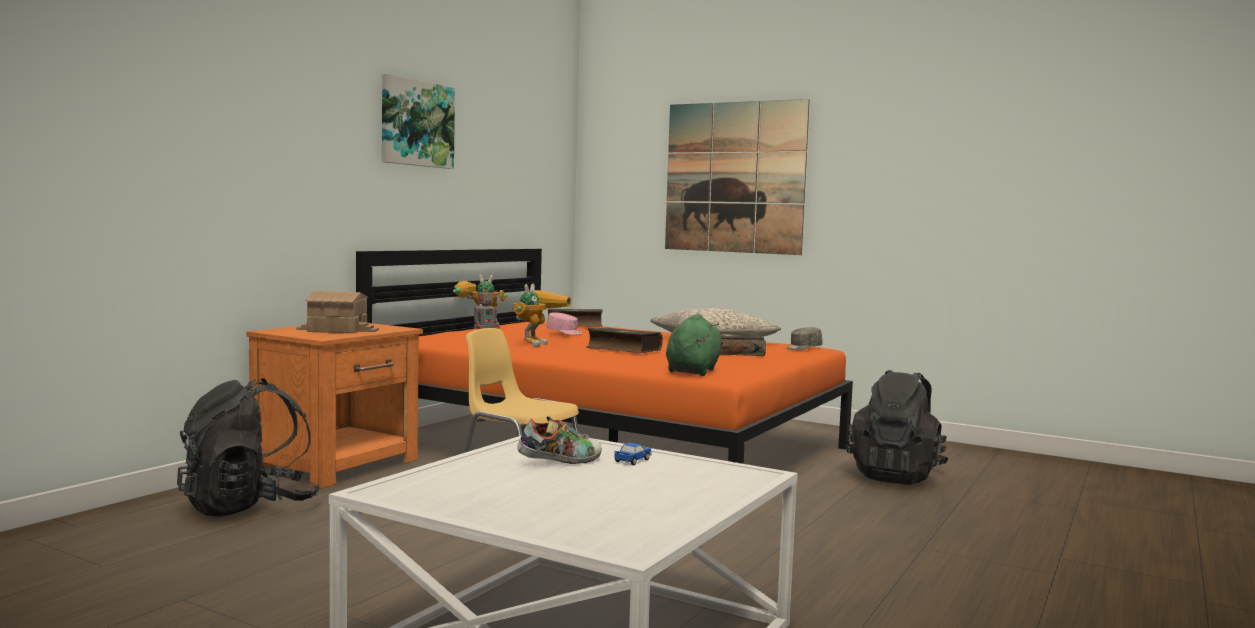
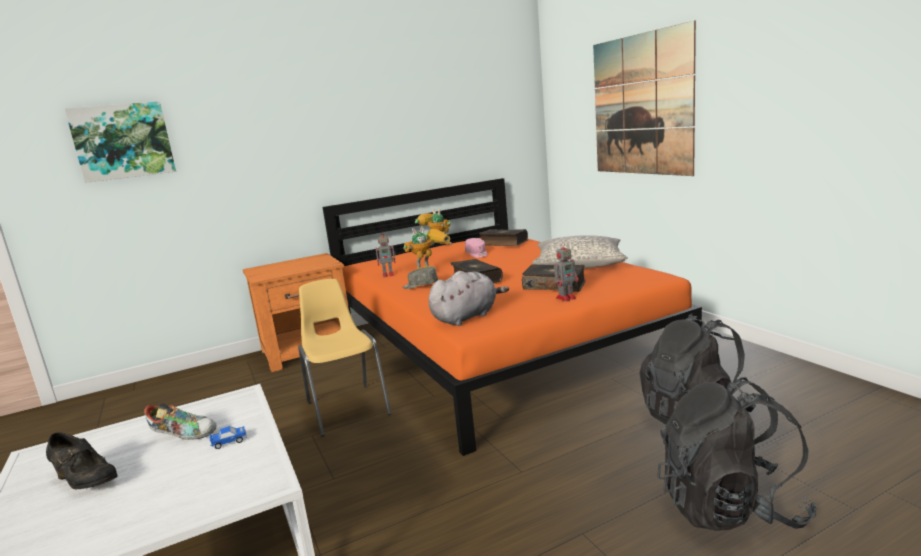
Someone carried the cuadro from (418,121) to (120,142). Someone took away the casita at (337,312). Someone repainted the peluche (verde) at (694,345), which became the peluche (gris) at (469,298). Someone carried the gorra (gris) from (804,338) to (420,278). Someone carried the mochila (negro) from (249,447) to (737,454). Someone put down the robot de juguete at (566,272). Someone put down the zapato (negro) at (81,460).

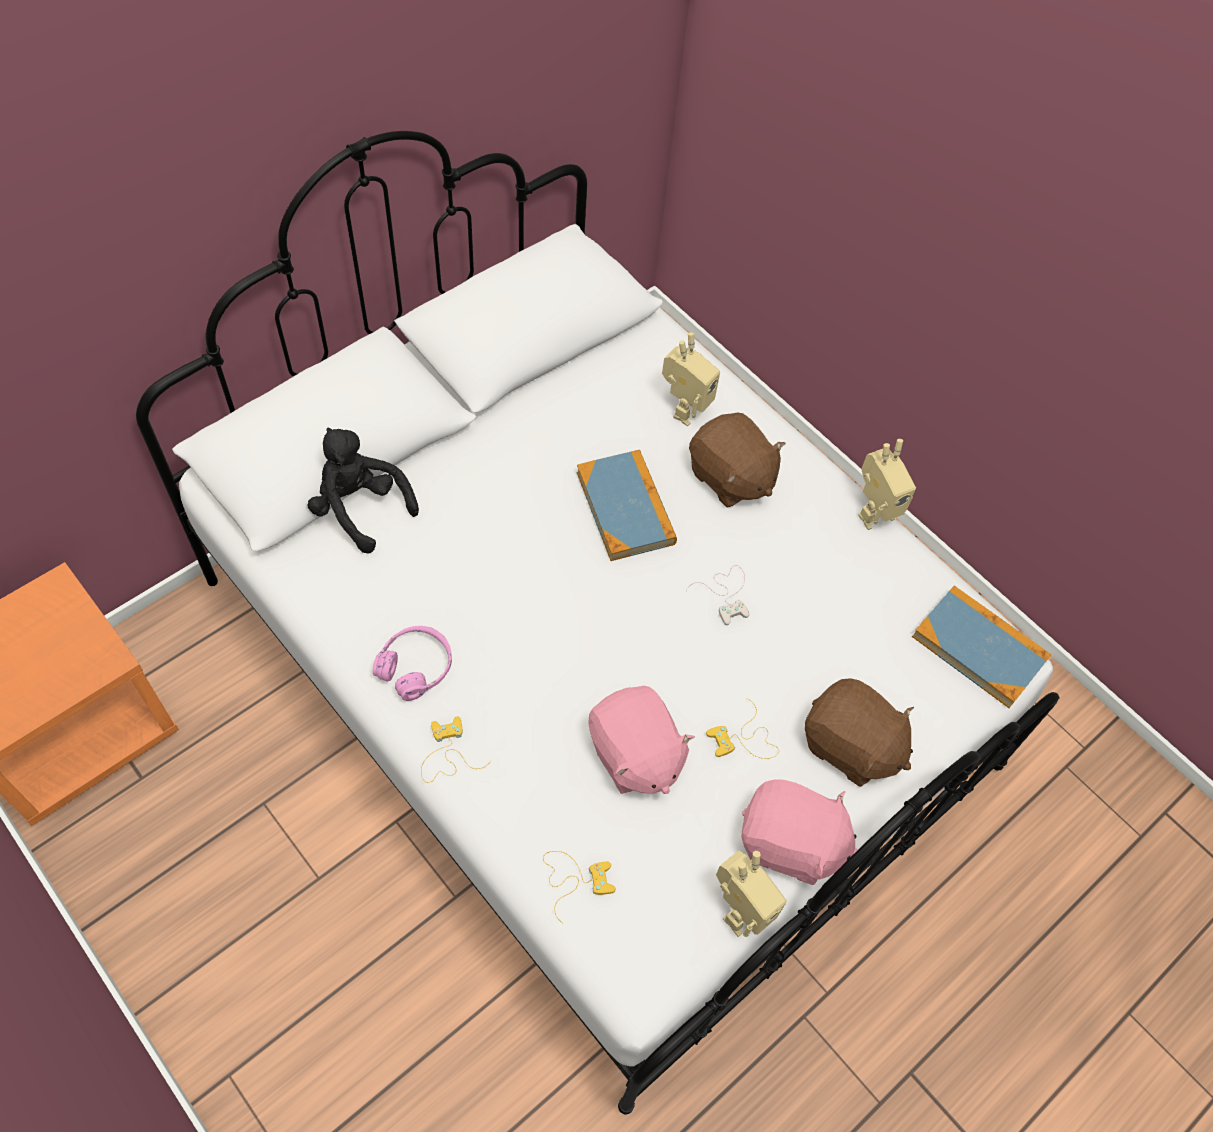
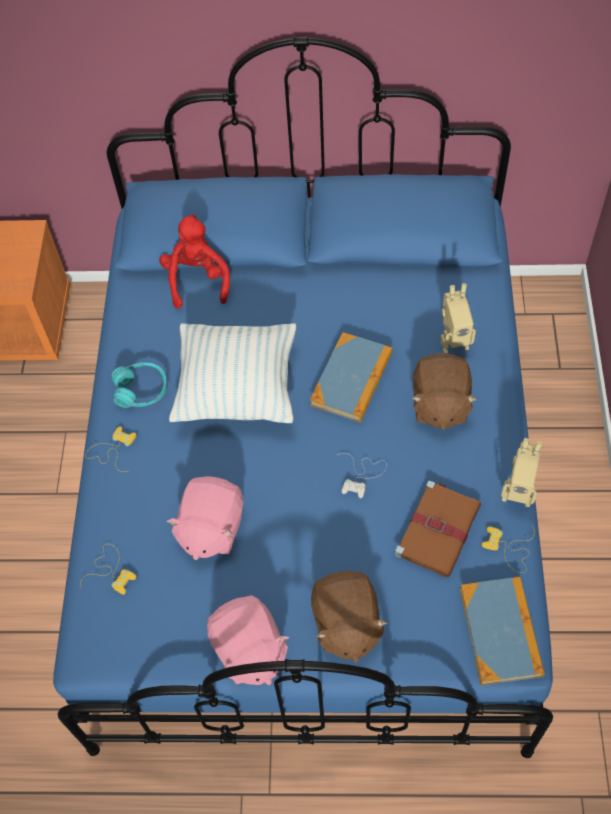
Someone repainted the cama (blanco) at (598,623), which became the cama (azul) at (303,397). Someone repainted the peluche (negro) at (363,490), which became the peluche (rojo) at (194,261). Someone repainted the auriculares (rosa) at (412,663), which became the auriculares (turquesa) at (140,385). Someone carried the mando de consola (amarillo) from (742,728) to (508,550). Someone took away the robot de juguete at (751,894). Someone put down the cojín at (232,373). Someone put down the libro (marrón) at (438,529).

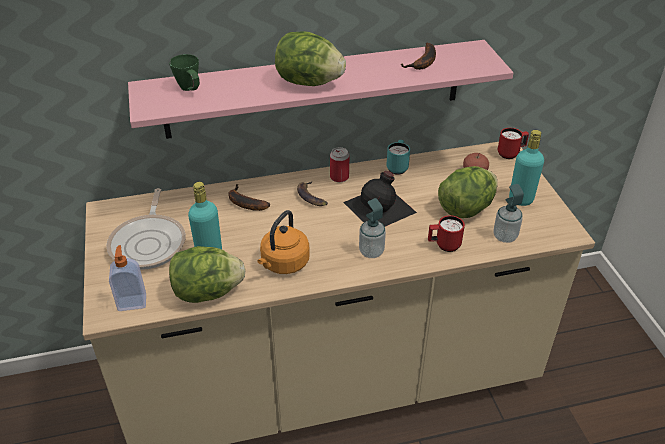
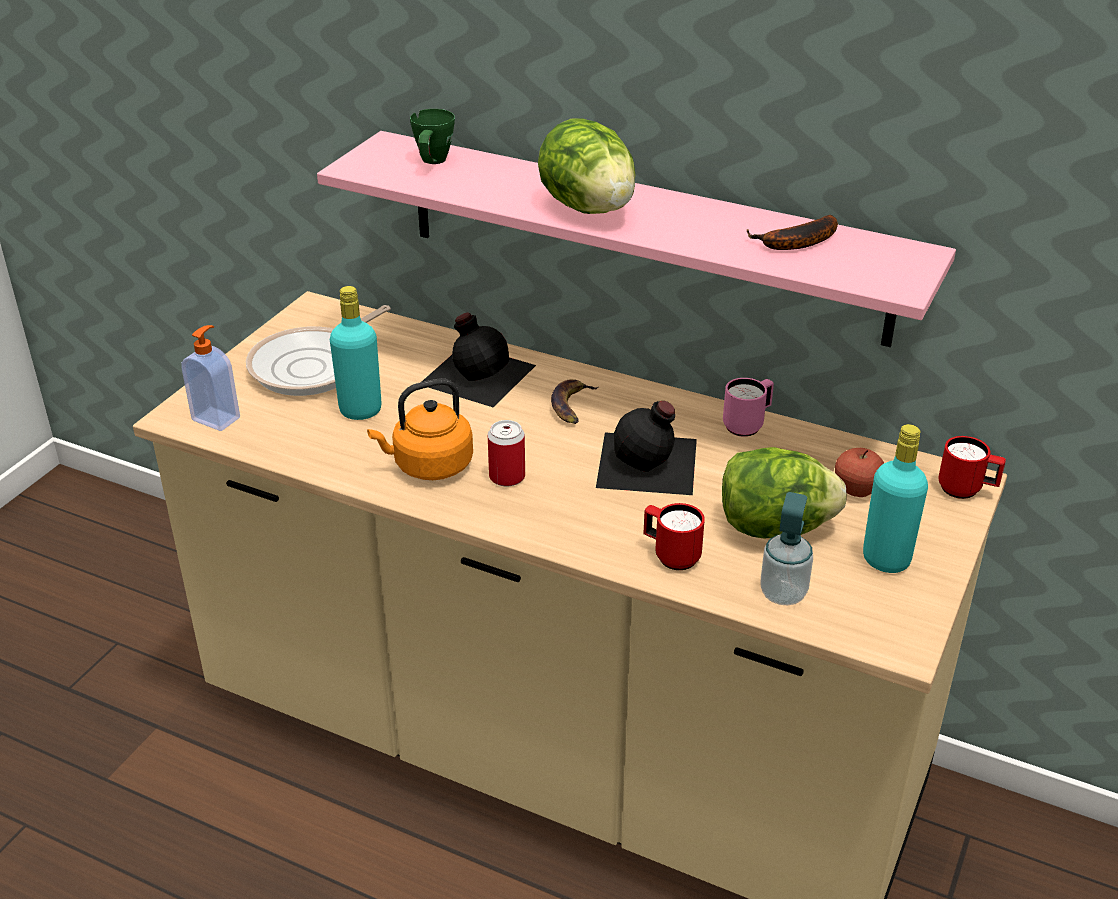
Someone repainted the taza grande (turquesa) at (398,157), which became the taza grande (rosa) at (748,407). Someone carried the lata from (339,164) to (506,453). Someone swapped the plátano at (249,197) for the botella (negro) at (479,360). Someone took away the dispensador de jabón at (372,228). Someone took away the lechuga at (207,274).

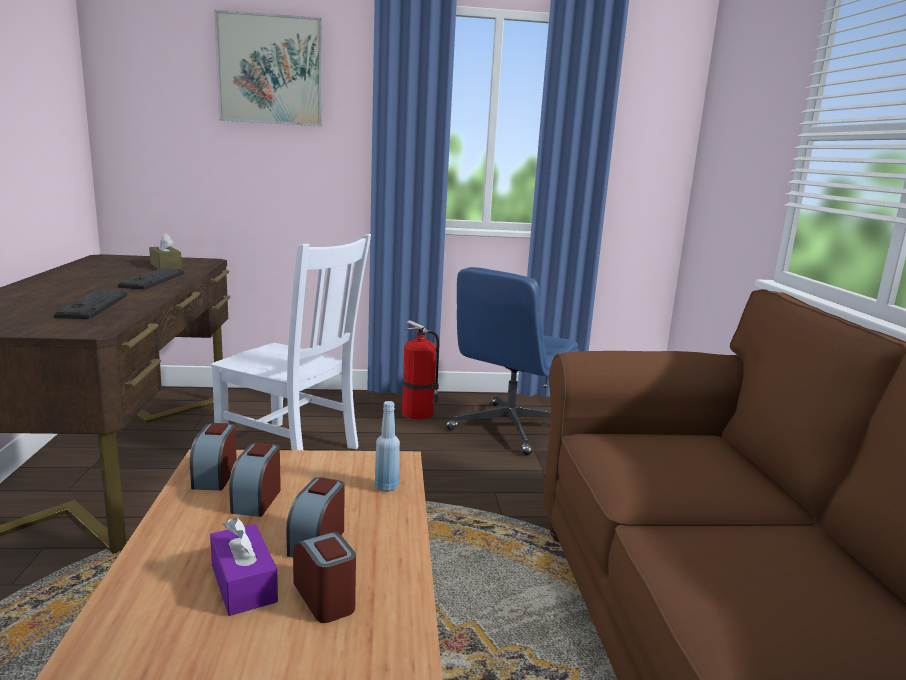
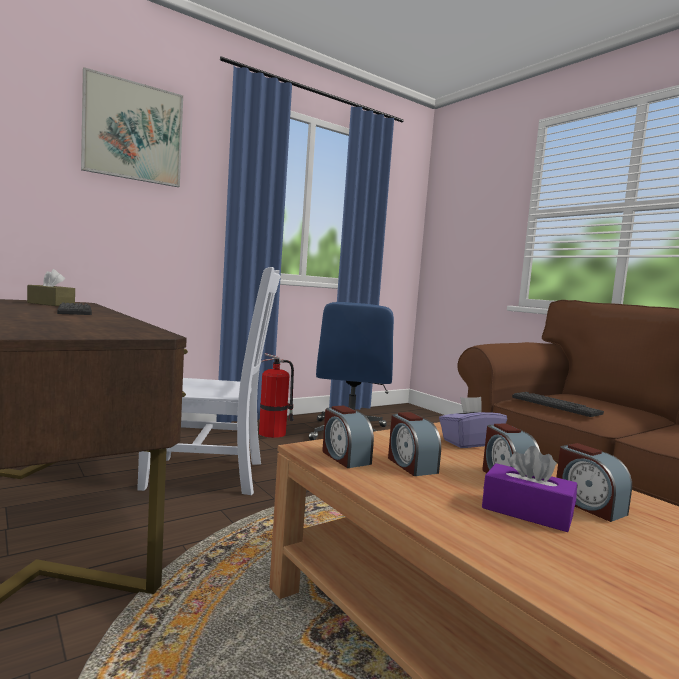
Someone carried the teclado from (90,304) to (558,404). Someone swapped the botella (azul) at (387,446) for the caja de pañuelos (morado) at (473,422). Someone rotated the despertador at (324,577) by 150 degrees counterclockwise.

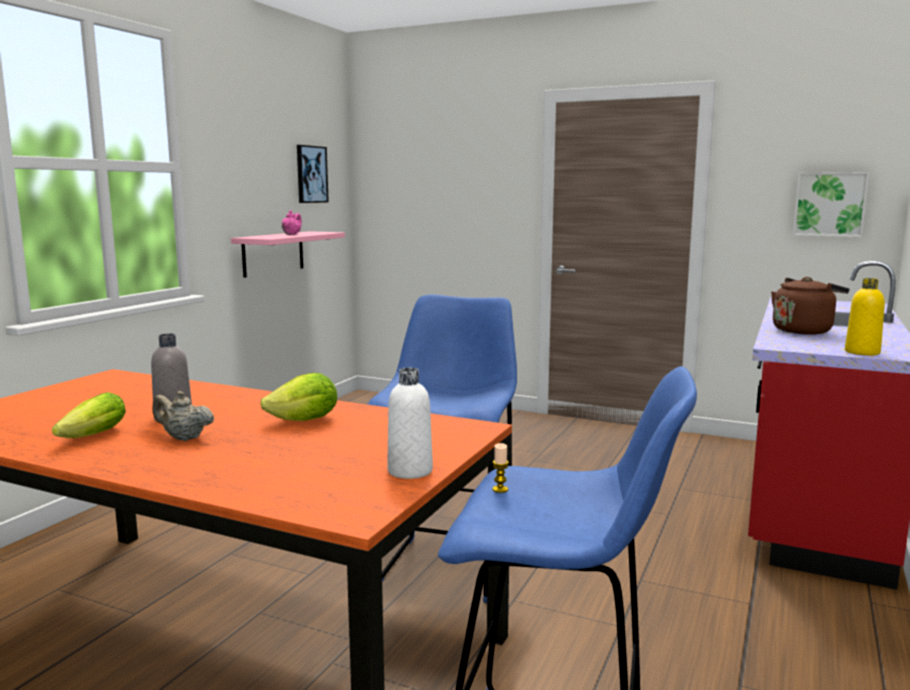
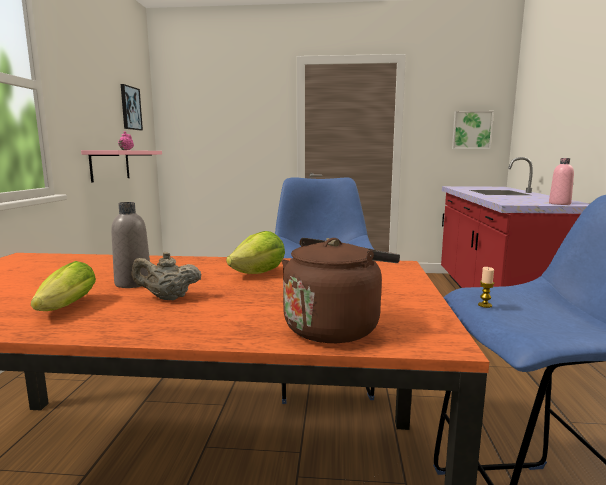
Someone carried the hervidor (marrón) from (810,306) to (341,290). Someone repainted the botella (amarillo) at (865,316), which became the botella (rosa) at (561,181). Someone took away the botella (blanco) at (410,423).

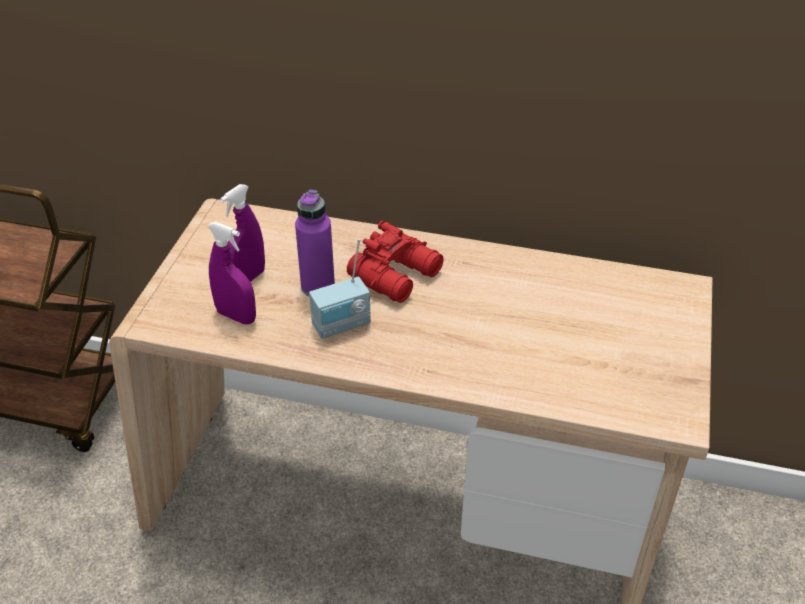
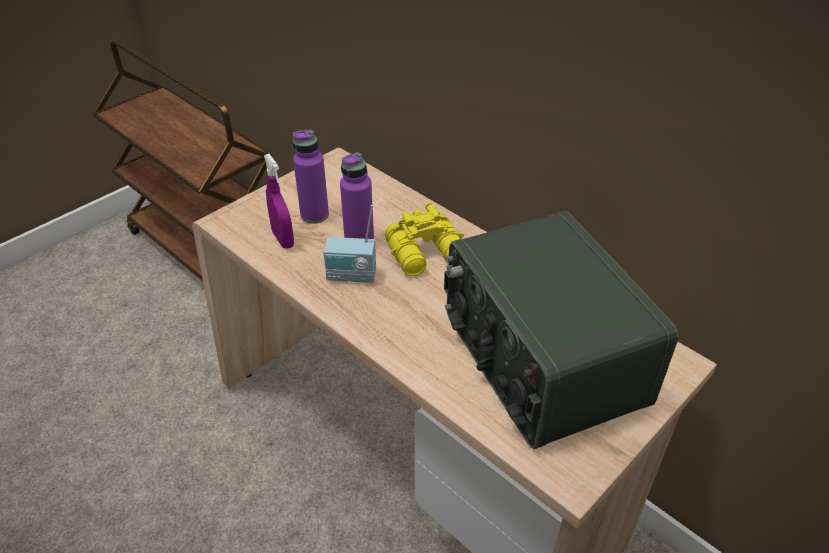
Someone swapped the pulverizador (morado) at (242,233) for the botella (morado) at (310,177). Someone repainted the prismáticos (rojo) at (395,262), which became the prismáticos (amarillo) at (424,239). Someone put down the radio at (561,330).

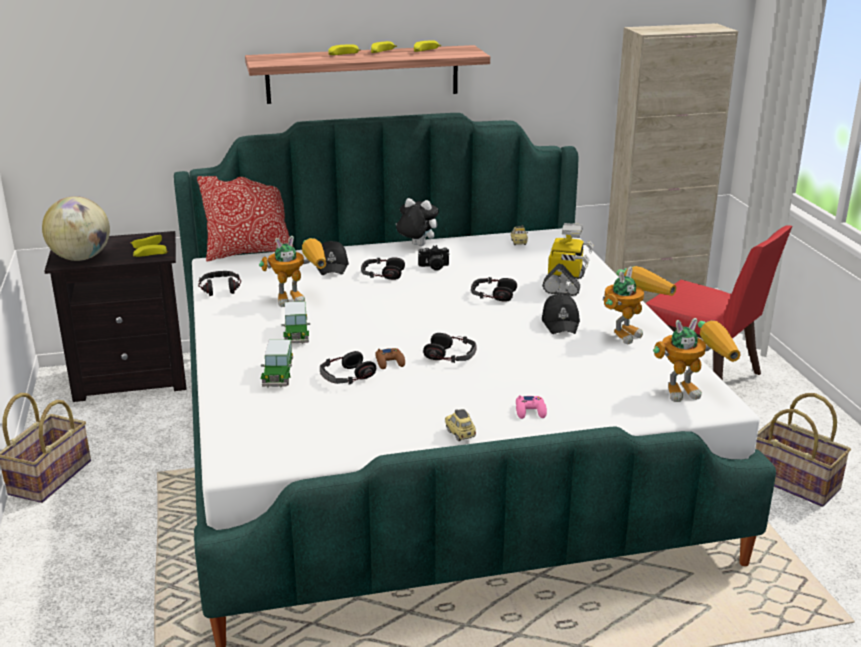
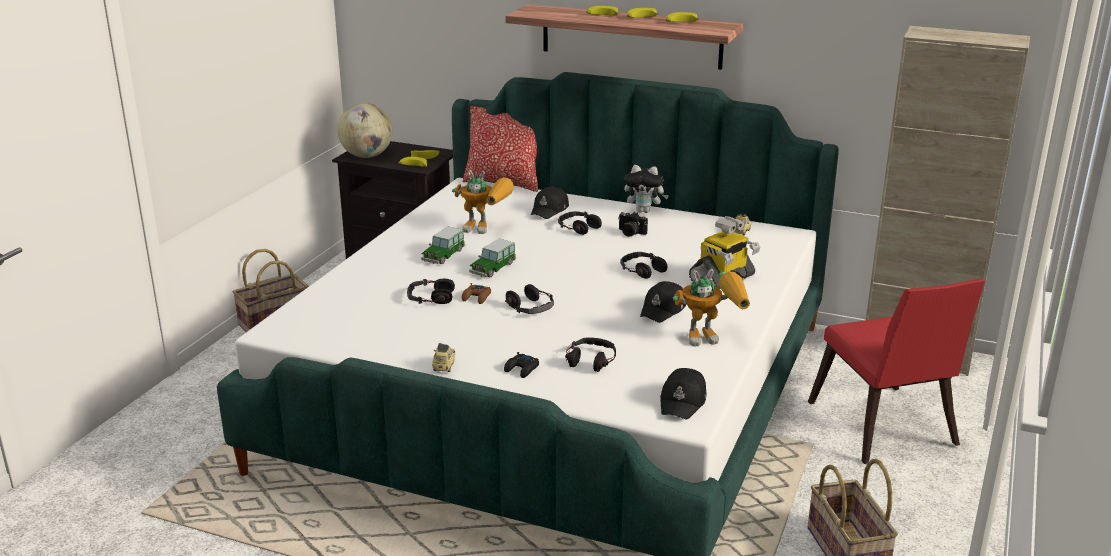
Someone rotated the peluche at (417,222) by 135 degrees clockwise. Someone carried the auriculares from (219,283) to (590,354). Someone swapped the robot de juguete at (697,360) for the gorra (negro) at (683,394). Someone carried the coche de juguete from (277,364) to (492,257). Someone repainted the mando de consola (rosa) at (531,407), which became the mando de consola (negro) at (521,365).

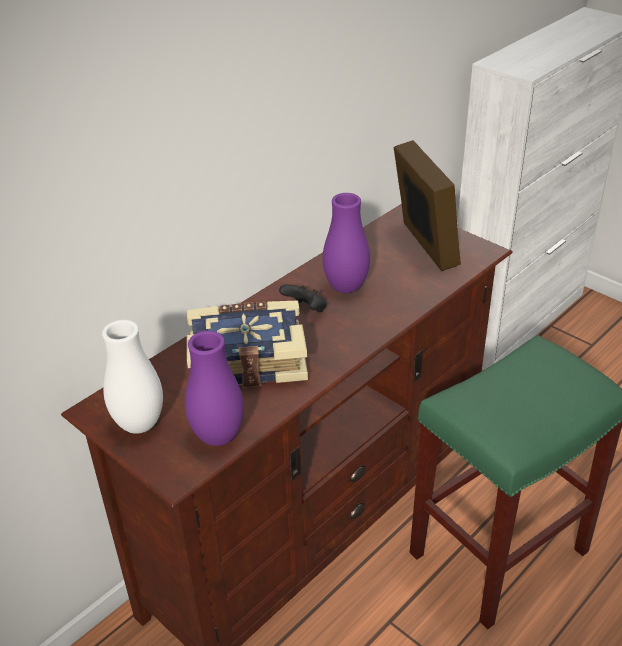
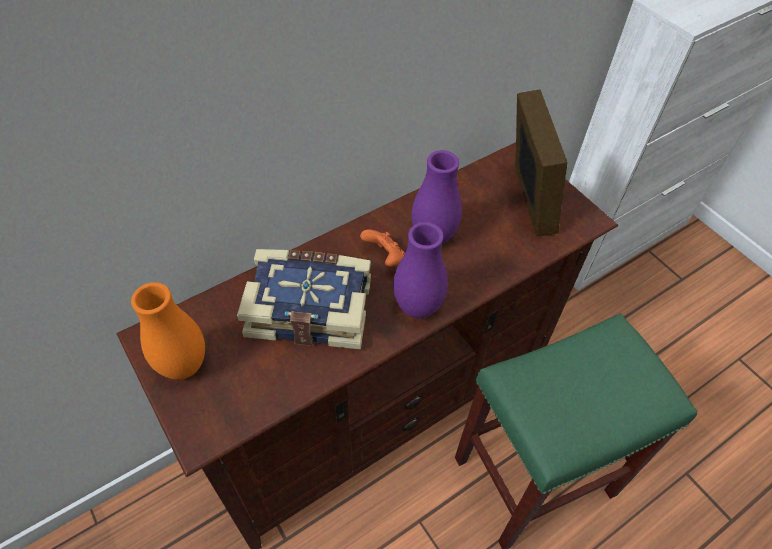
Someone repainted the mando de consola (negro) at (303,298), which became the mando de consola (naranja) at (382,248). Someone repainted the florero (blanco) at (132,377), which became the florero (naranja) at (168,331). Someone carried the florero (morado) from (214,388) to (420,270).

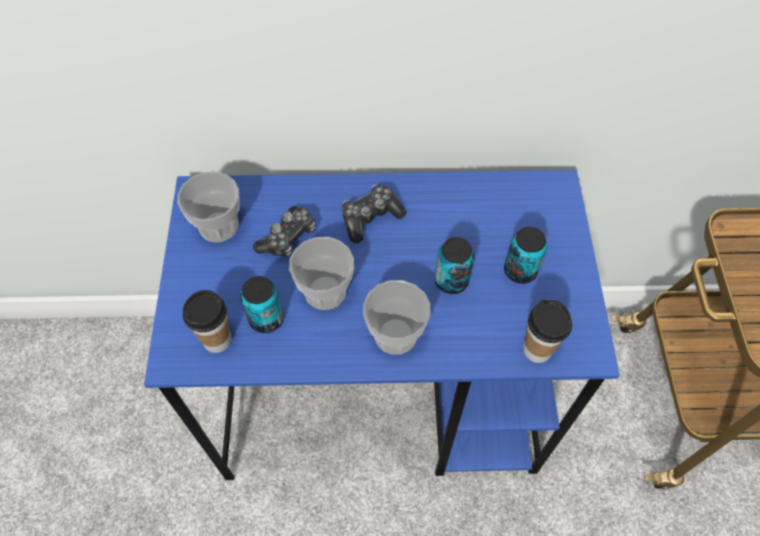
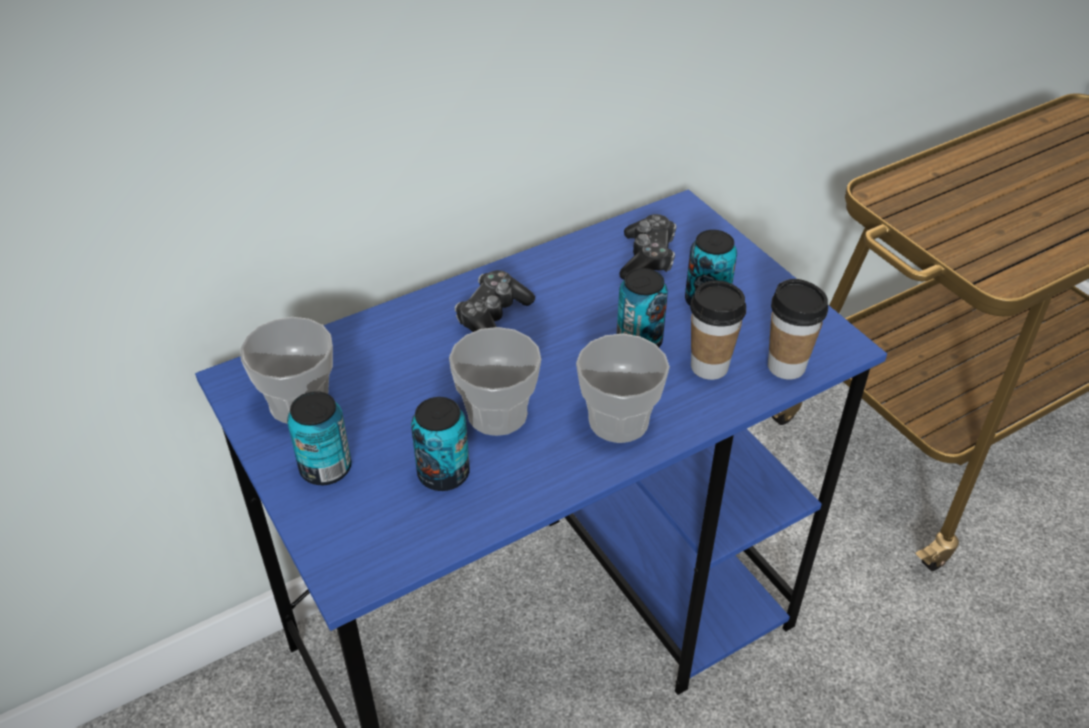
Someone carried the mando de consola from (284,232) to (648,247). Someone carried the taza from (207,321) to (718,330). Someone put down the lata at (319,438).

